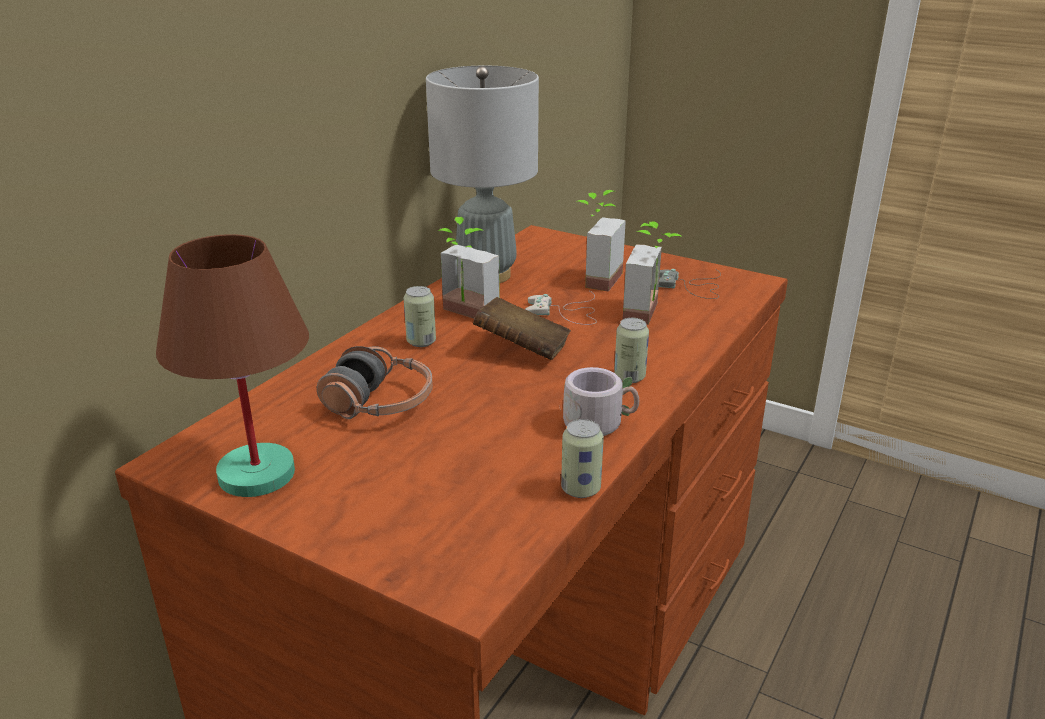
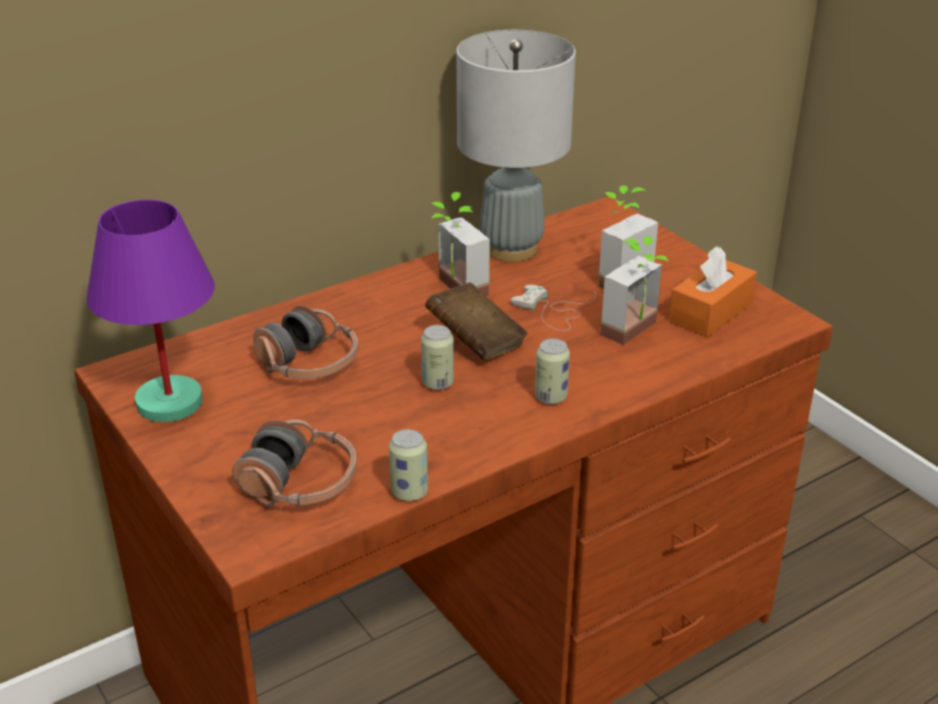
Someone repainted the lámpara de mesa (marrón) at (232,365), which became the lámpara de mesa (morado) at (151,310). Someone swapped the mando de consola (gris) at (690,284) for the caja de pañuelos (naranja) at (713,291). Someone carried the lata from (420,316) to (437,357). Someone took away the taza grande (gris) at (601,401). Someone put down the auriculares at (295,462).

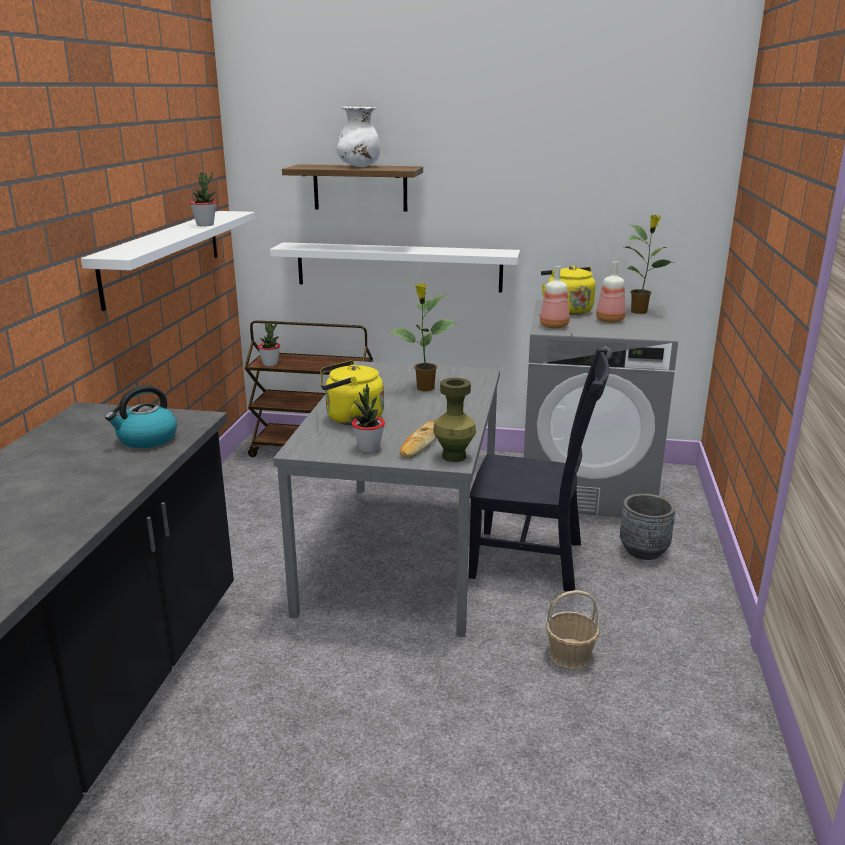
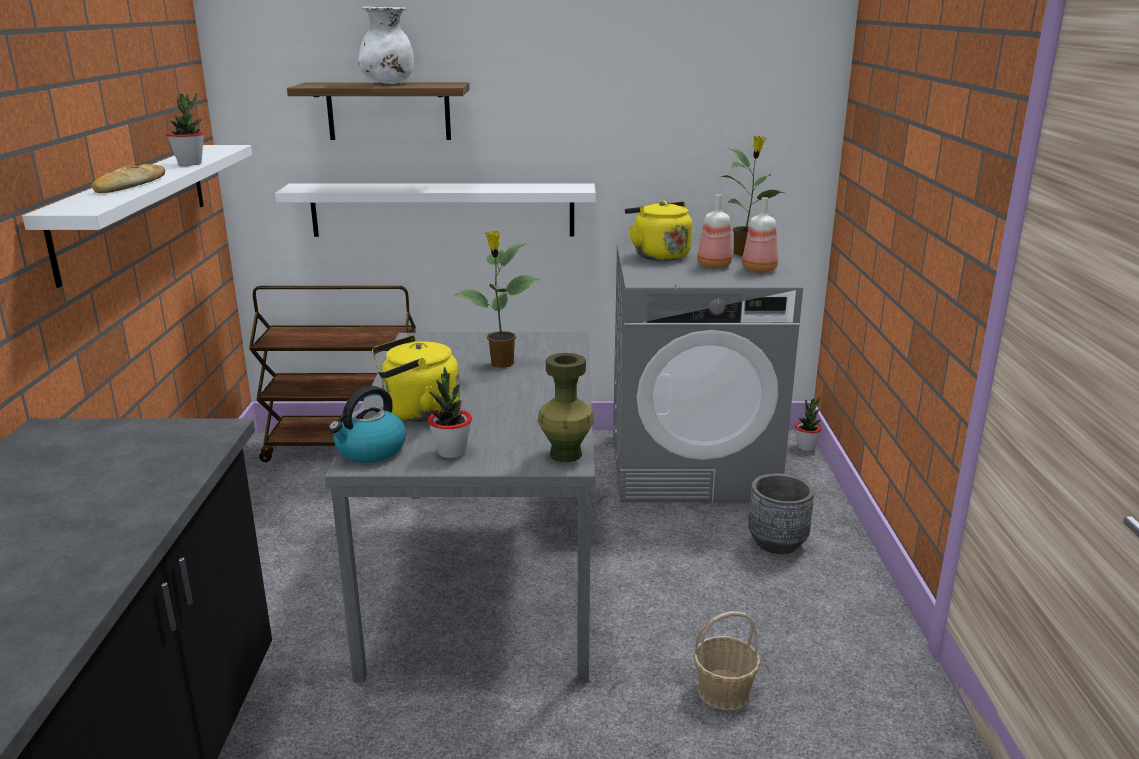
Someone carried the botella from (555,297) to (760,235). Someone carried the planta en maceta from (269,343) to (808,424). Someone took away the silla (negro) at (539,470). Someone carried the hervidor from (141,416) to (367,424). Someone carried the pan from (418,439) to (128,178).

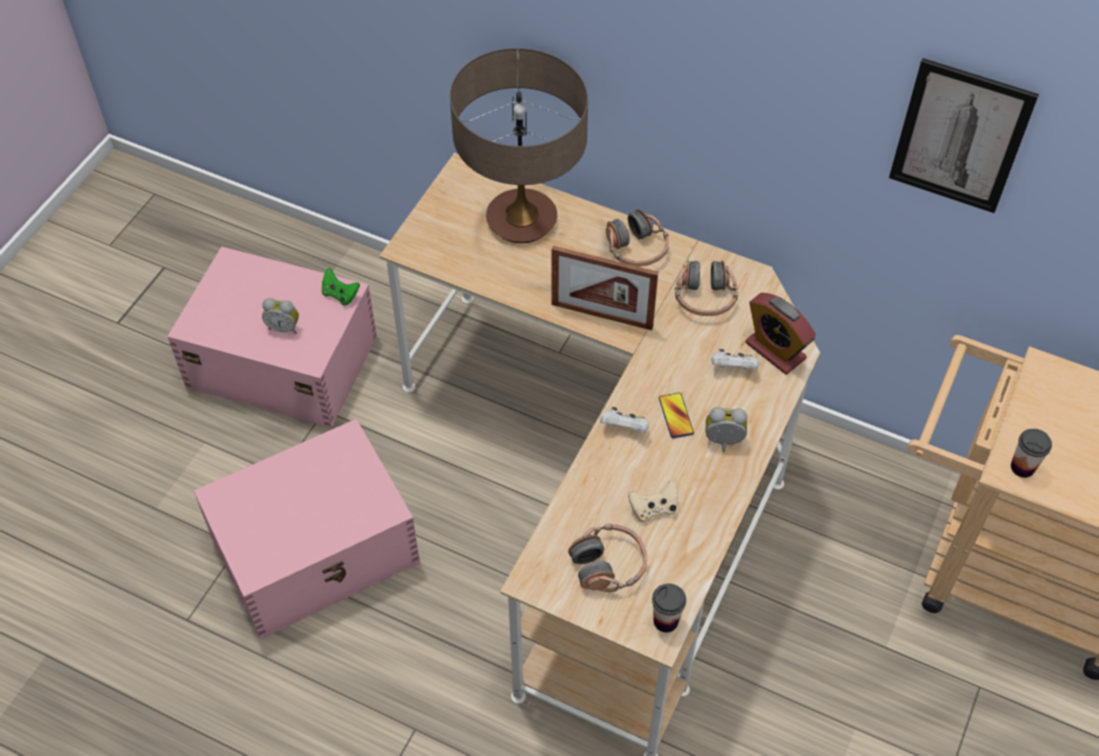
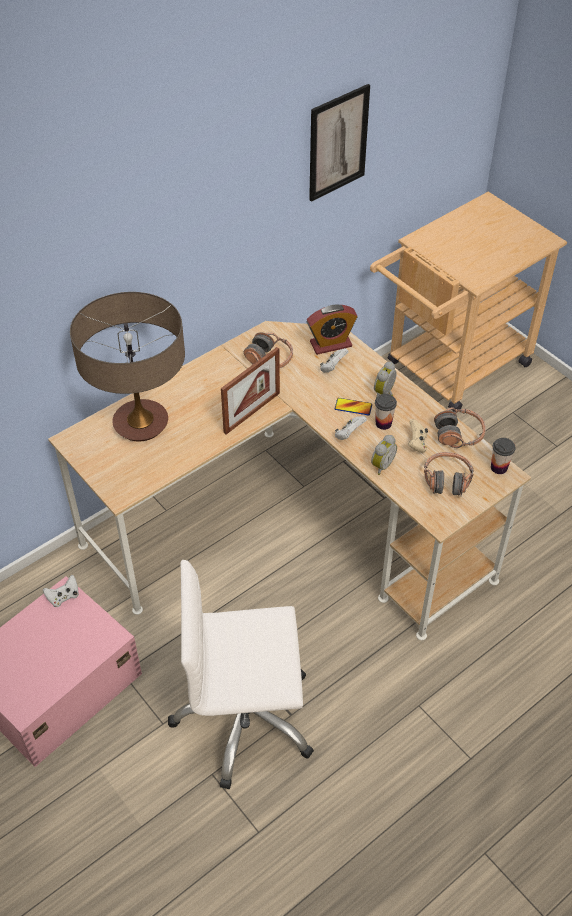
Someone carried the auriculares from (637,238) to (460,427). Someone repainted the mando de consola (verde) at (341,287), which became the mando de consola (blanco) at (61,591). Someone carried the despertador from (280,316) to (384,455). Someone swapped the caja de almacenaje (rosa) at (306,529) for the silla de oficina (blanco) at (241,674). Someone carried the taza from (1031,453) to (386,412).

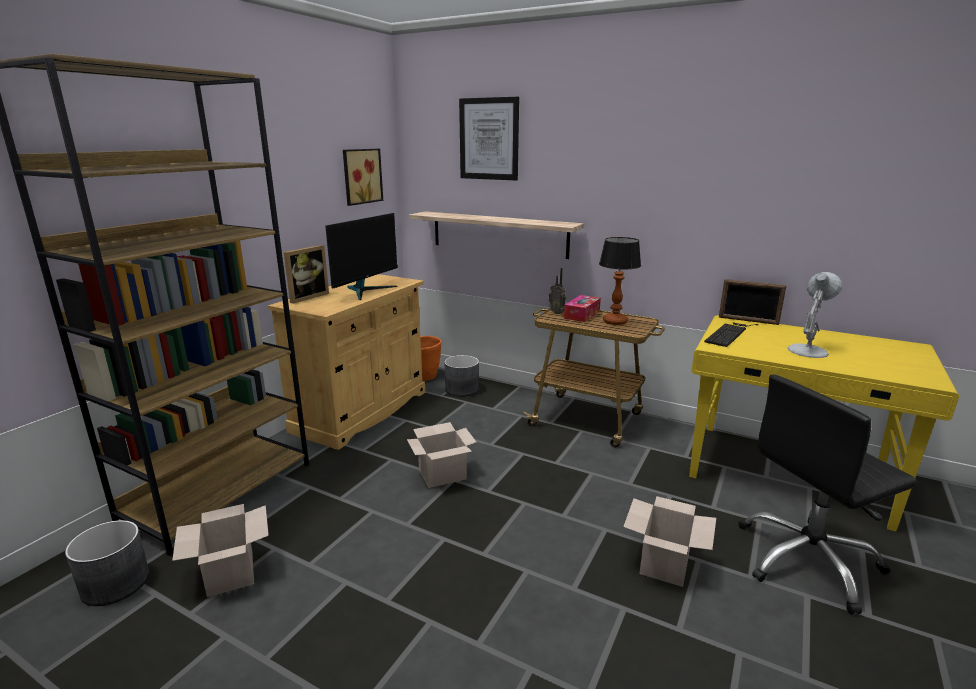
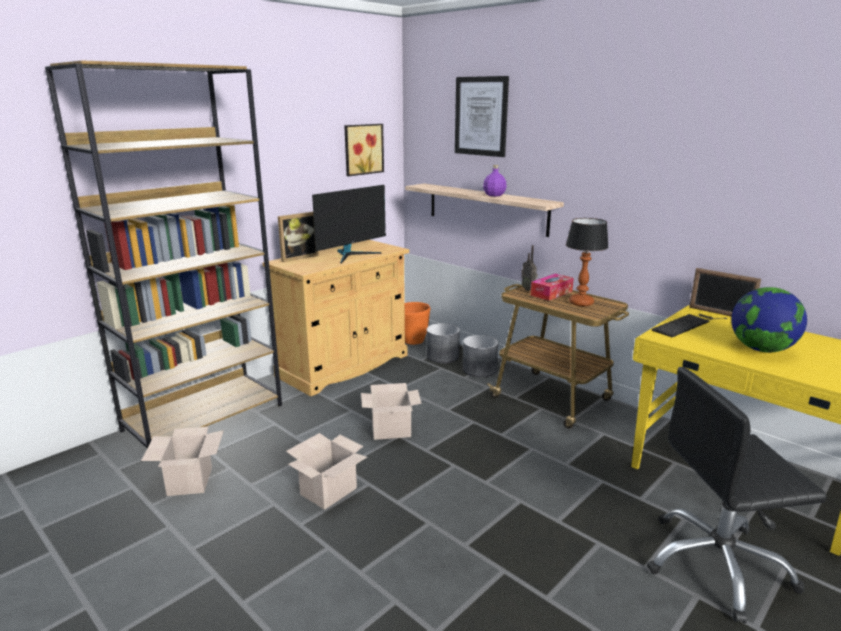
Someone swapped the lámpara de mesa (blanco) at (815,315) for the globo terráqueo at (769,319). Someone carried the caja de cartón from (669,541) to (326,471). Someone carried the maceta (gris) from (107,563) to (480,356). Someone put down the botella (morado) at (494,180).

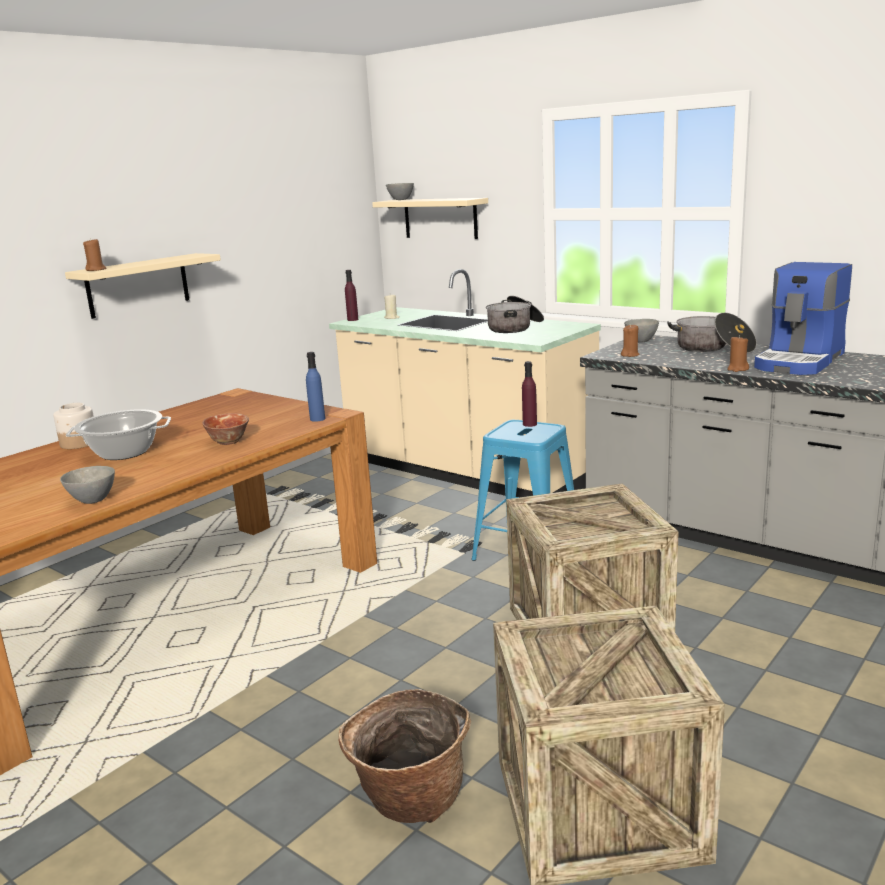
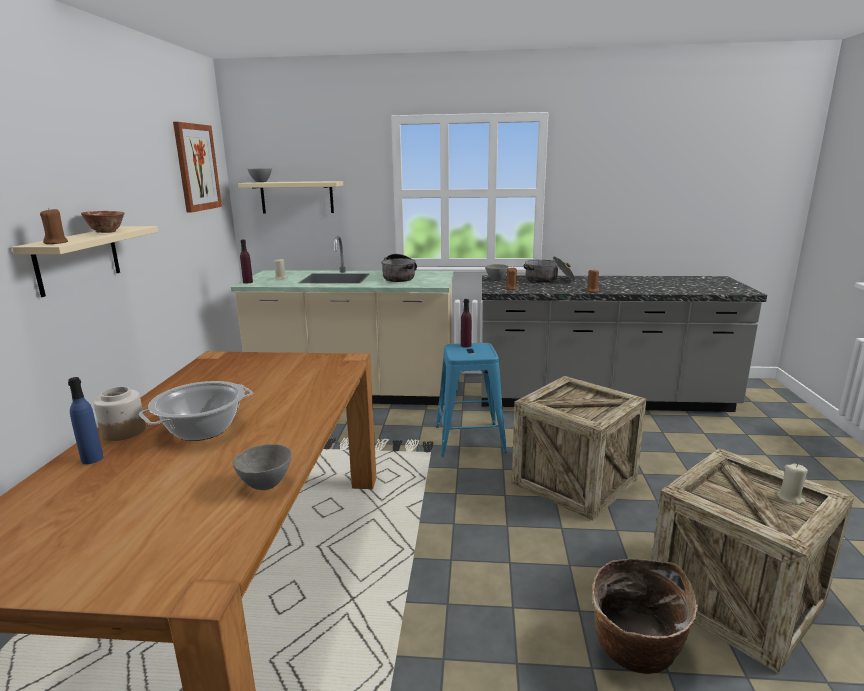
Someone took away the cafetera at (803,318). Someone carried the botella (azul) from (315,387) to (86,420). Someone carried the cuenco from (225,429) to (103,222). Someone put up the cuadro at (197,167). Someone put down the vela (beis) at (792,484).

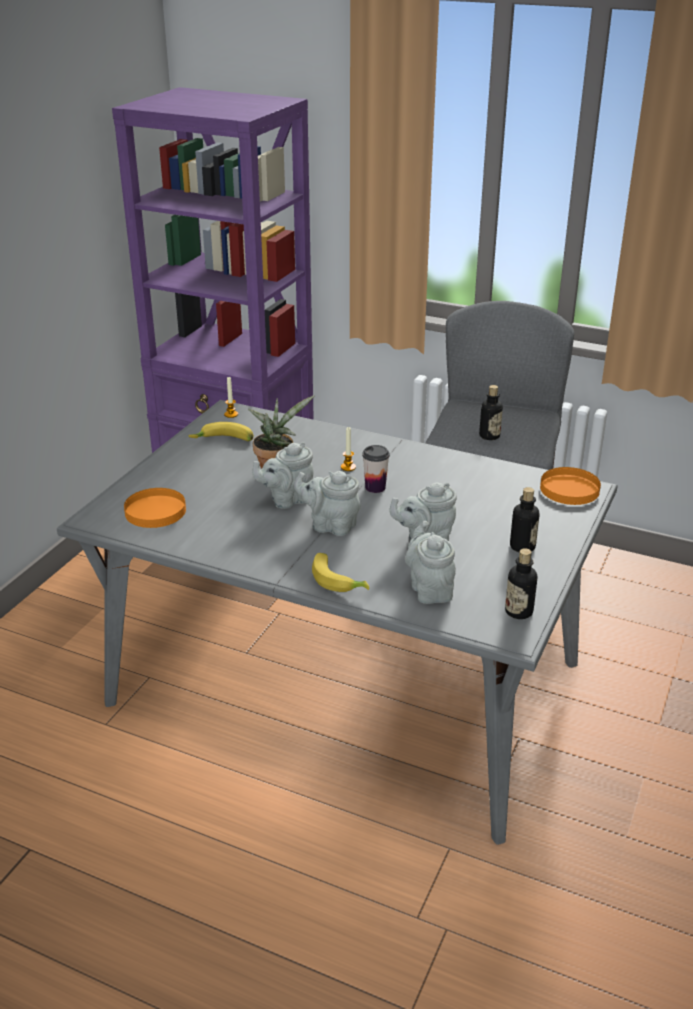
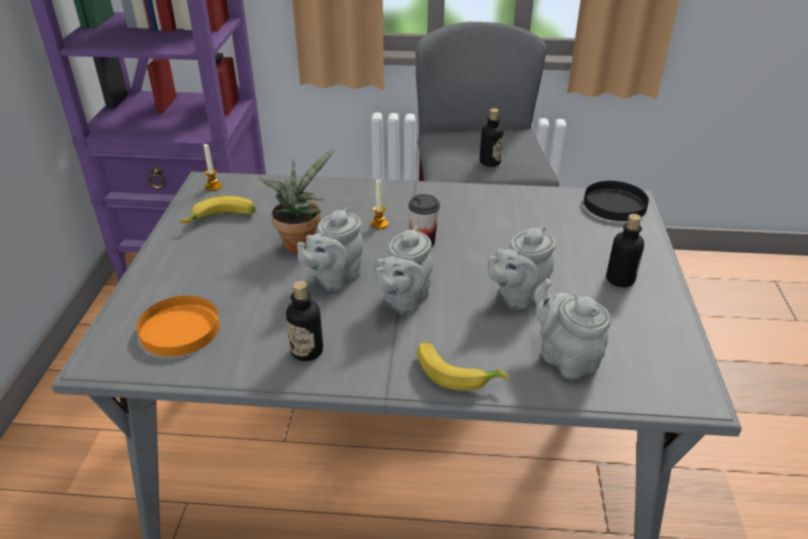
Someone repainted the plato (naranja) at (570,486), which became the plato (negro) at (616,201). Someone rotated the tetera (gris) at (327,503) by 60 degrees counterclockwise. Someone carried the botella from (521,583) to (304,321).

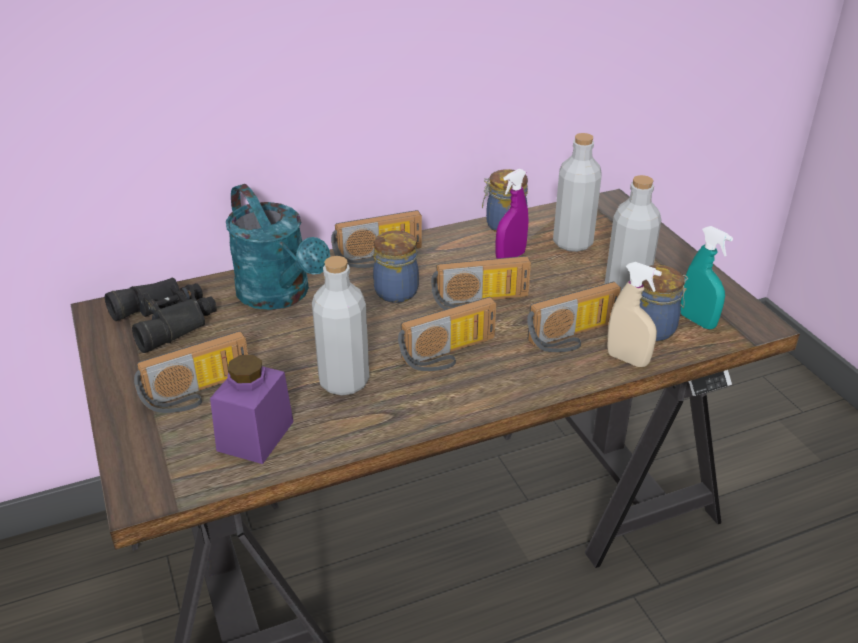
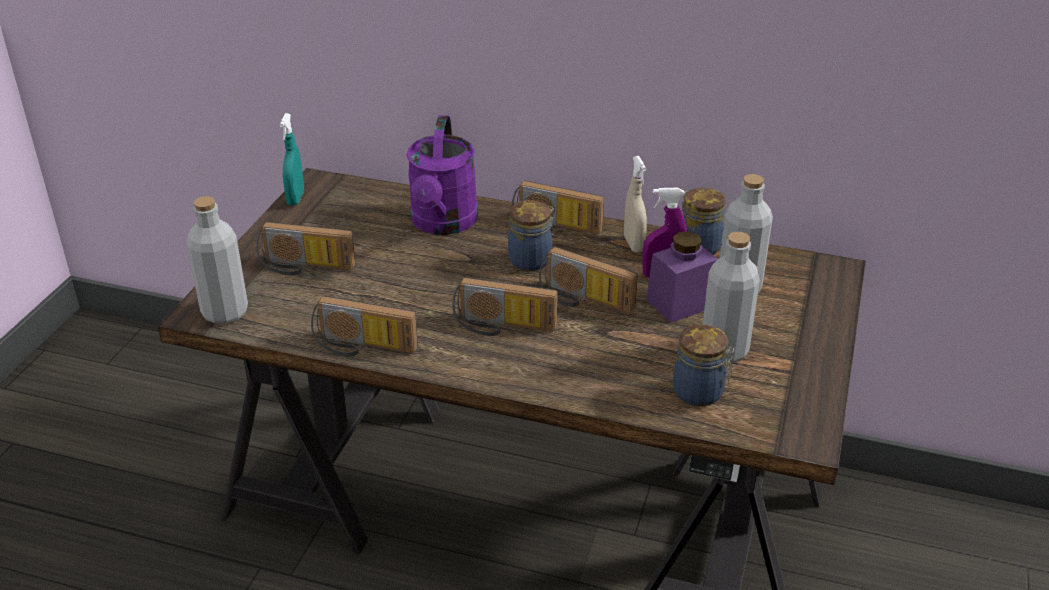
Someone repainted the regadera (turquesa) at (278,247), which became the regadera (morado) at (442,175). Someone carried the pulverizador (turquesa) from (707,277) to (292,159). Someone carried the botella (gris) from (340,326) to (217,260). Someone carried the pulverizador (beis) from (634,314) to (635,204). Someone took away the prismáticos (negro) at (161,315). Someone carried the radio from (574,317) to (364,326). Someone carried the tarro (morado) from (251,409) to (682,277).

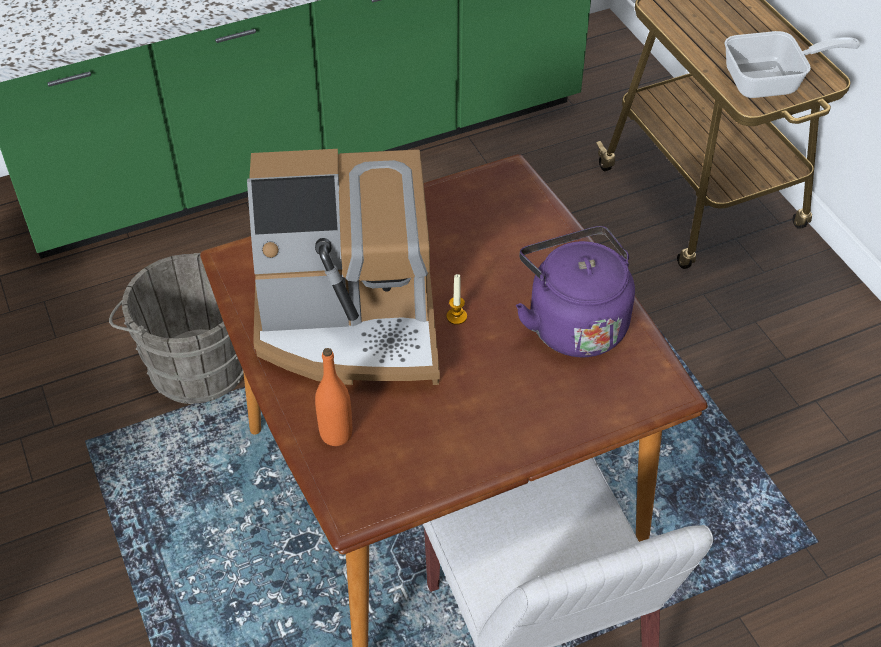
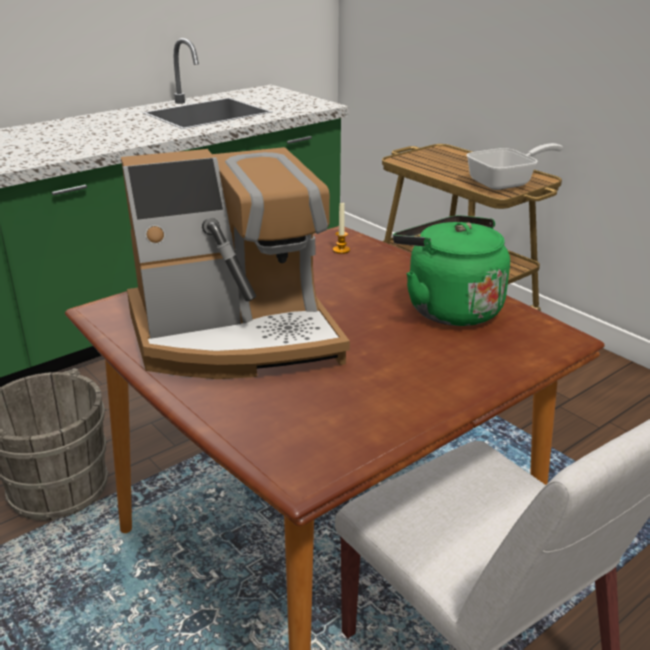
Someone repainted the hervidor (morado) at (575,291), which became the hervidor (verde) at (451,270). Someone carried the vela from (456,299) to (341,228). Someone took away the botella (naranja) at (333,397).

